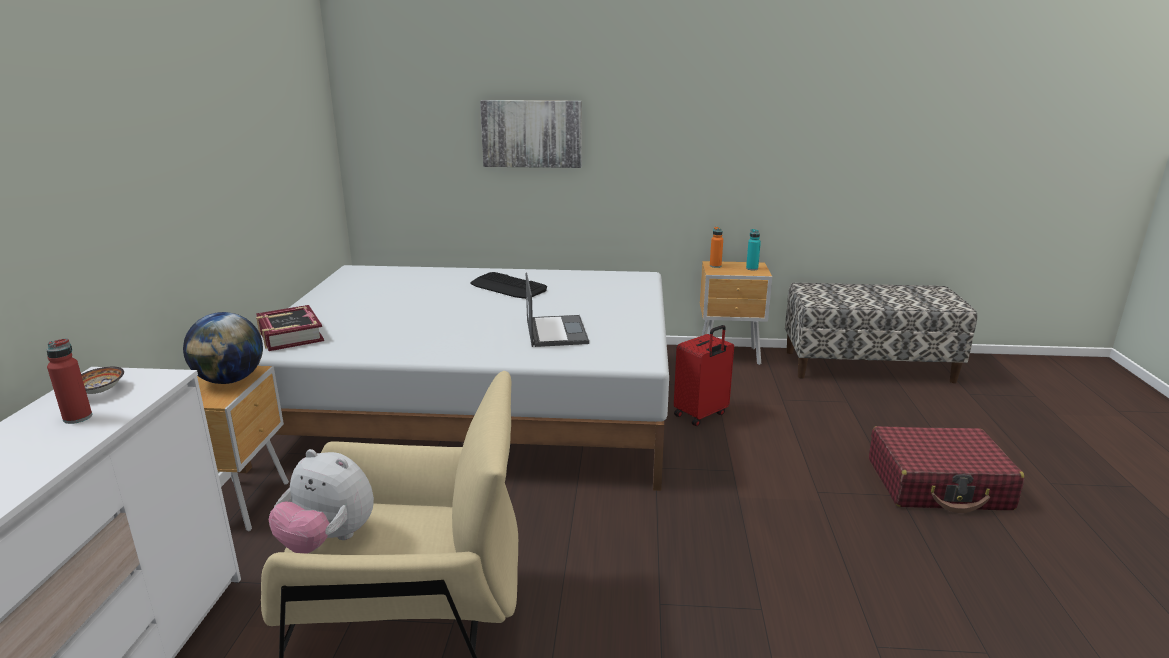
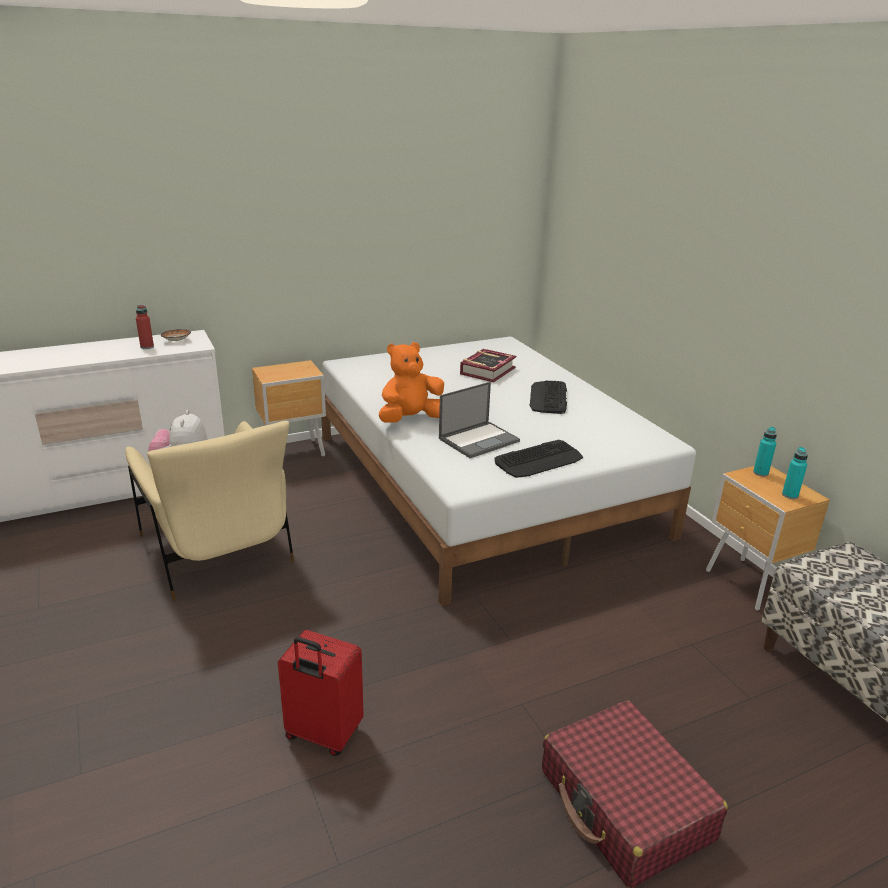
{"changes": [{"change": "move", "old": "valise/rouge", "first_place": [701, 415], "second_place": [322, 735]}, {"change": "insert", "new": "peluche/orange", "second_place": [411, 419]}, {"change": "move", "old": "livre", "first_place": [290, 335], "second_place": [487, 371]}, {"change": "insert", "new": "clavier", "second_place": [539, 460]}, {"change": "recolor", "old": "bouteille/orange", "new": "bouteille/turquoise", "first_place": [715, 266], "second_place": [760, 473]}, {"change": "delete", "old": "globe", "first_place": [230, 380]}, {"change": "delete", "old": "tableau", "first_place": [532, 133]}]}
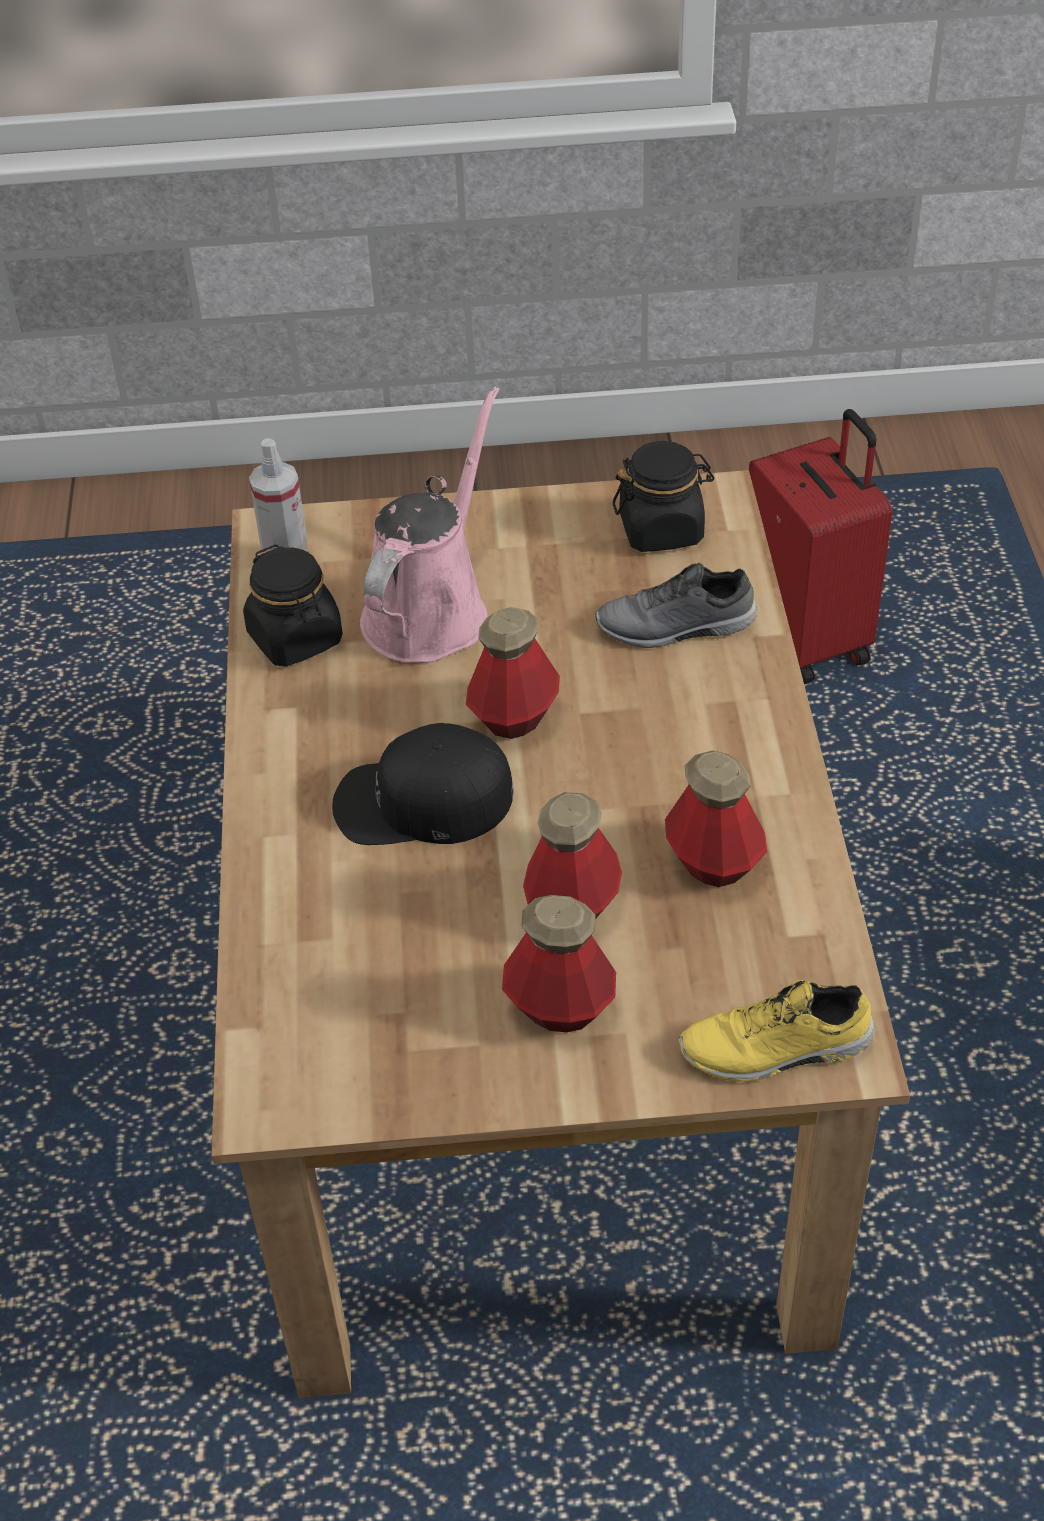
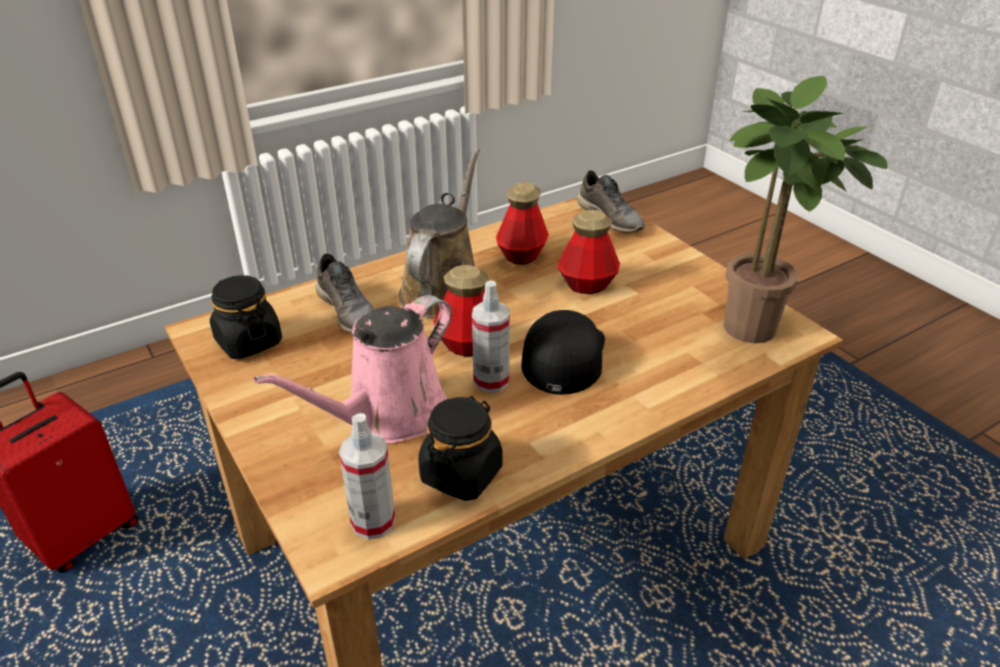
{"changes": [{"change": "rotate", "old": "arrosoir/rose", "first_place": [431, 610], "second_place": [388, 416], "degrees": -45}, {"change": "insert", "new": "arrosoir/marron", "second_place": [444, 289]}, {"change": "insert", "new": "vaporisateur", "second_place": [491, 380]}, {"change": "rotate", "old": "casquette/noir", "first_place": [422, 801], "second_place": [563, 356], "degrees": -135}, {"change": "recolor", "old": "chaussure/jaune", "new": "chaussure/gris", "first_place": [776, 1050], "second_place": [611, 218]}, {"change": "insert", "new": "plante en pot", "second_place": [755, 333]}, {"change": "delete", "old": "bouteille", "first_place": [560, 1007]}]}
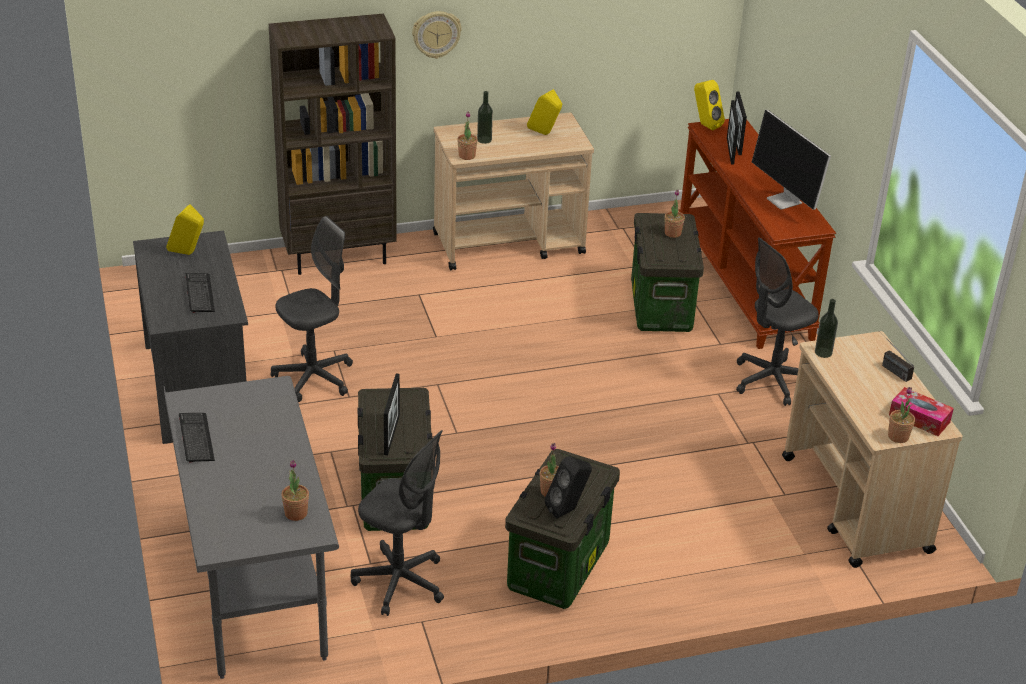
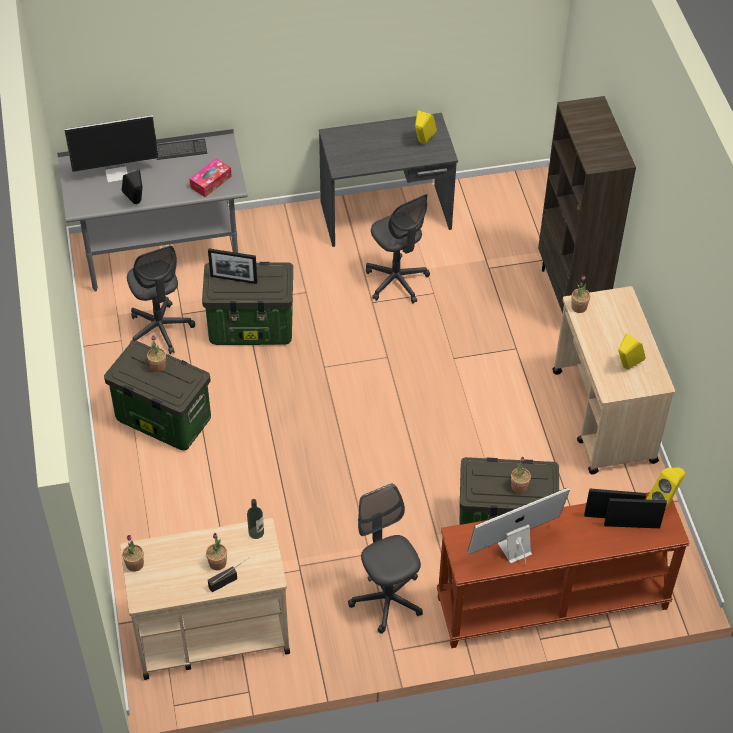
{"changes": [{"change": "insert", "new": "écran d'ordinateur", "second_place": [117, 173]}, {"change": "move", "old": "enceinte/noir", "first_place": [568, 510], "second_place": [136, 202]}, {"change": "rotate", "old": "chaise de bureau/gris", "first_place": [400, 582], "second_place": [160, 329], "degrees": -60}, {"change": "move", "old": "boîte à mouchoirs", "first_place": [919, 418], "second_place": [211, 182]}, {"change": "move", "old": "plante en pot", "first_place": [296, 513], "second_place": [217, 563]}, {"change": "delete", "old": "clavier", "first_place": [200, 294]}, {"change": "delete", "old": "horloge murale", "first_place": [436, 34]}, {"change": "delete", "old": "bouteille", "first_place": [484, 140]}]}
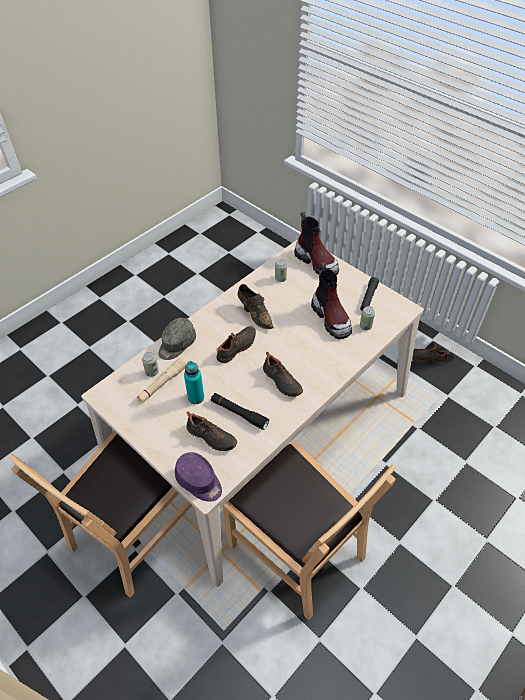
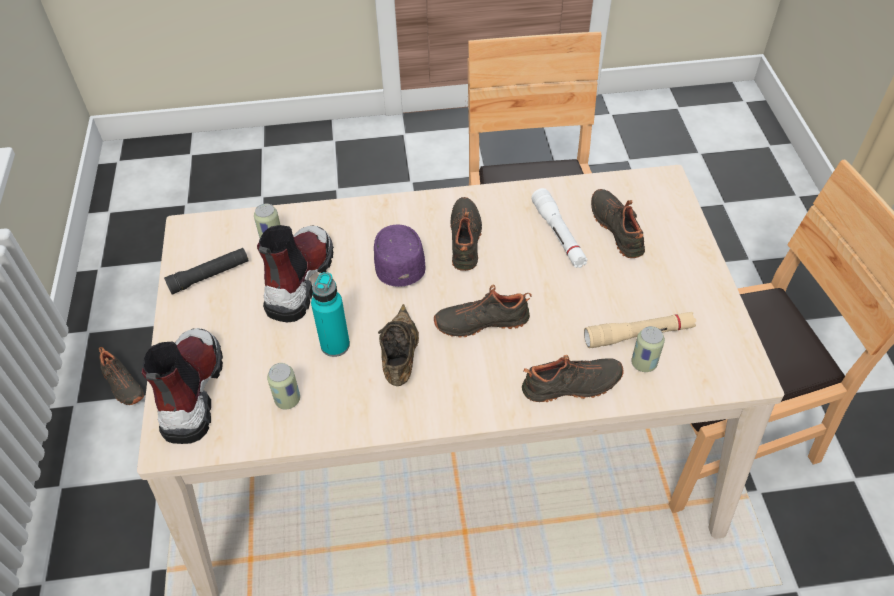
{"changes": [{"change": "move", "old": "bouteille/turquoise", "first_place": [196, 397], "second_place": [335, 345]}, {"change": "move", "old": "casquette/violet", "first_place": [199, 482], "second_place": [398, 261]}, {"change": "replace", "old": "casquette/gris", "new": "chaussure/noir", "first_place": [176, 345], "second_place": [572, 387]}, {"change": "recolor", "old": "lampe de poche/noir", "new": "lampe de poche/blanc", "first_place": [239, 413], "second_place": [558, 234]}]}
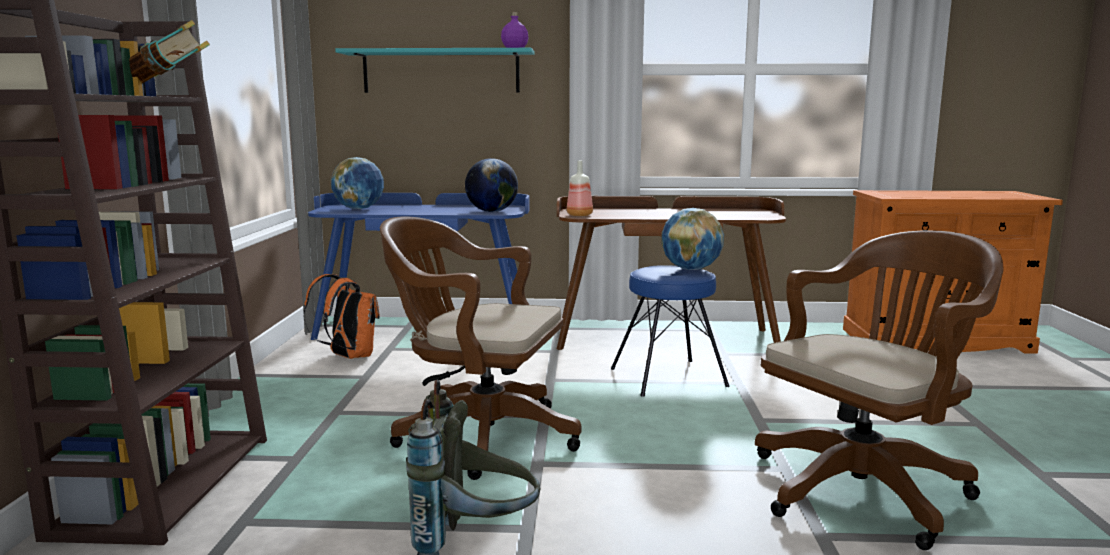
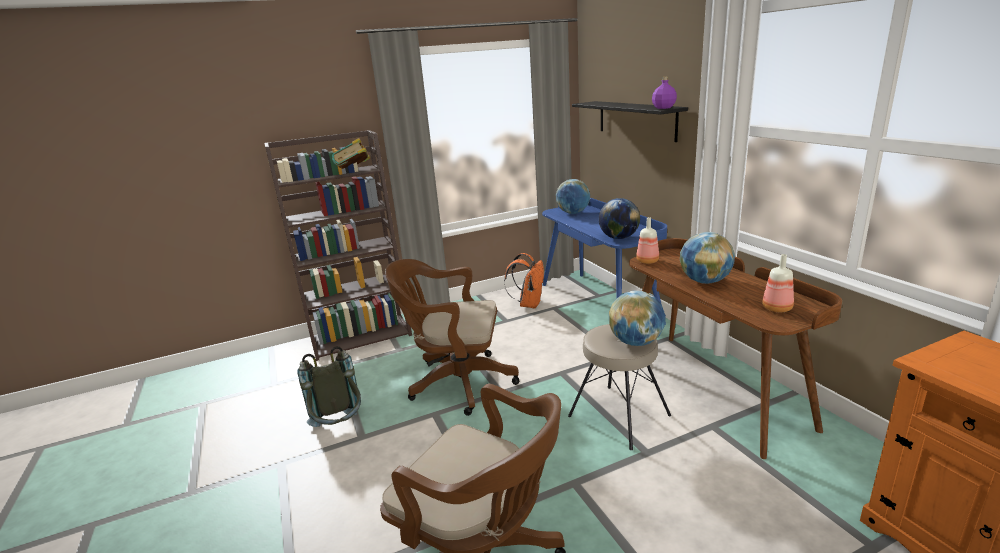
{"changes": [{"change": "rotate", "old": "chaise de bureau/marron", "first_place": [478, 435], "second_place": [456, 382], "degrees": -75}, {"change": "recolor", "old": "tabouret/bleu", "new": "tabouret/beige", "first_place": [668, 378], "second_place": [618, 416]}, {"change": "recolor", "old": "étagère/turquoise", "new": "étagère/noir", "first_place": [441, 71], "second_place": [636, 120]}, {"change": "insert", "new": "globe", "second_place": [704, 281]}, {"change": "insert", "new": "bouteille", "second_place": [777, 308]}]}
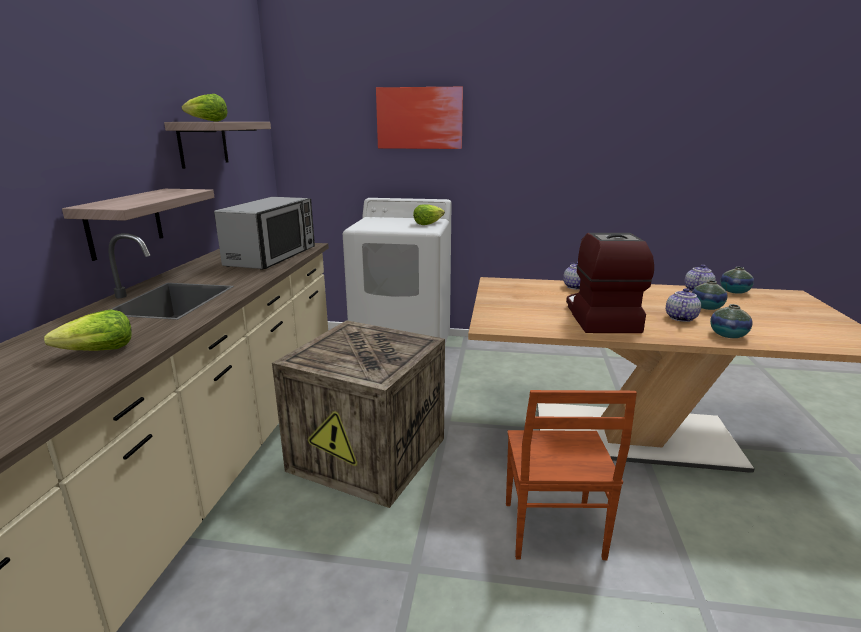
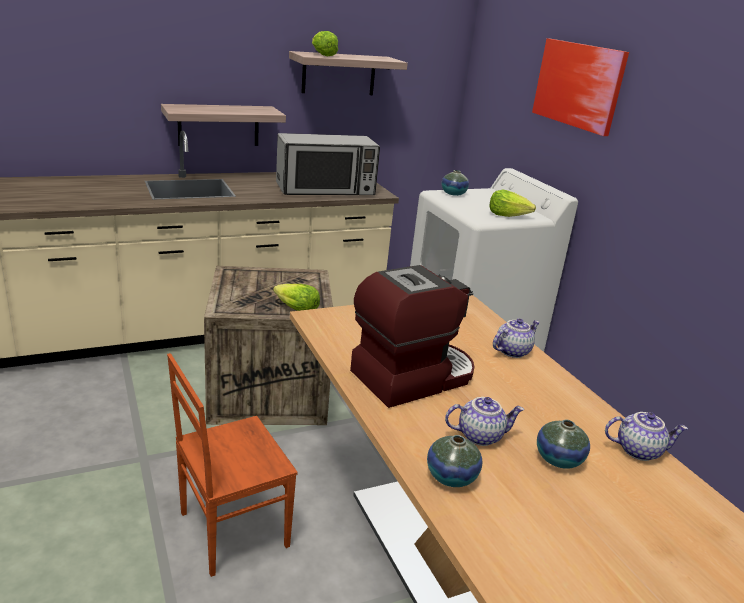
{"changes": [{"change": "move", "old": "laitue", "first_place": [98, 351], "second_place": [296, 309]}, {"change": "move", "old": "vase", "first_place": [734, 291], "second_place": [453, 194]}]}
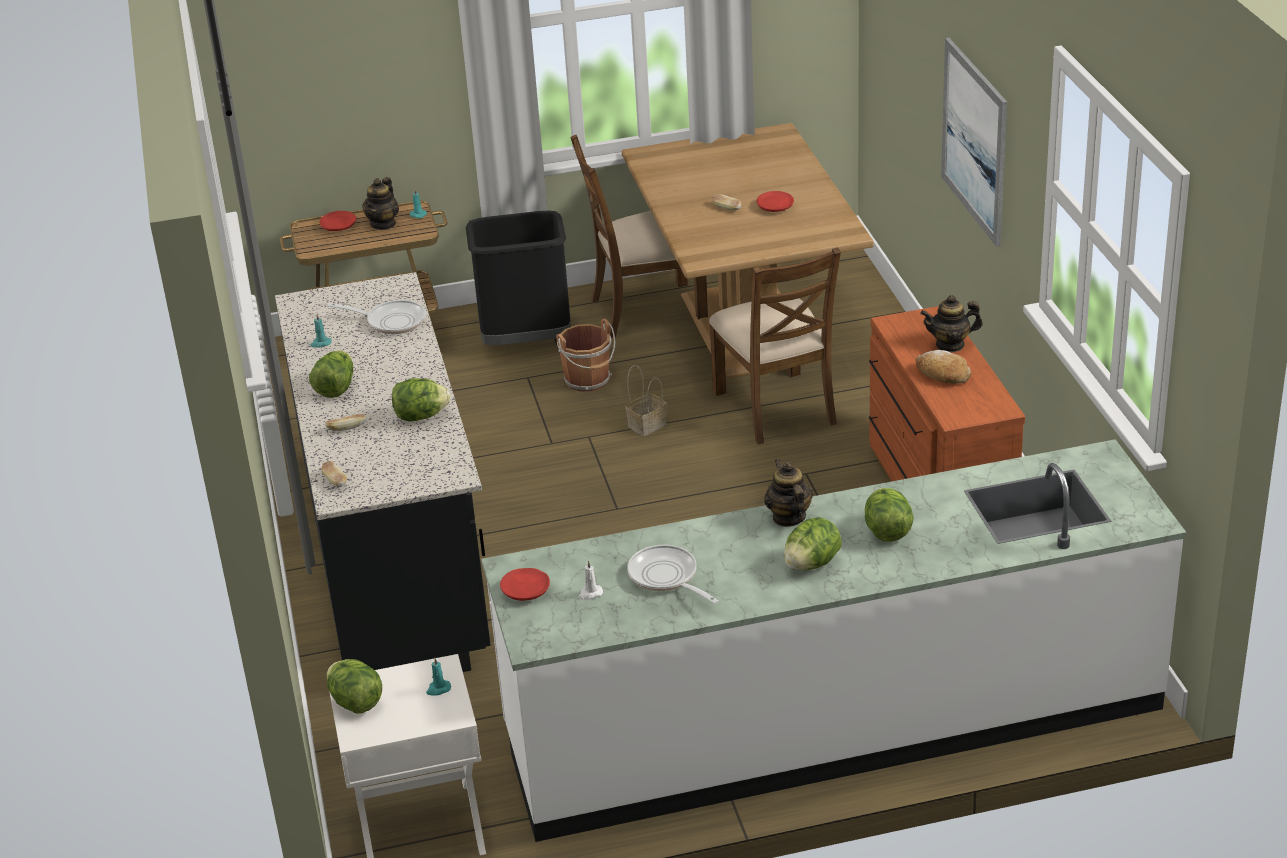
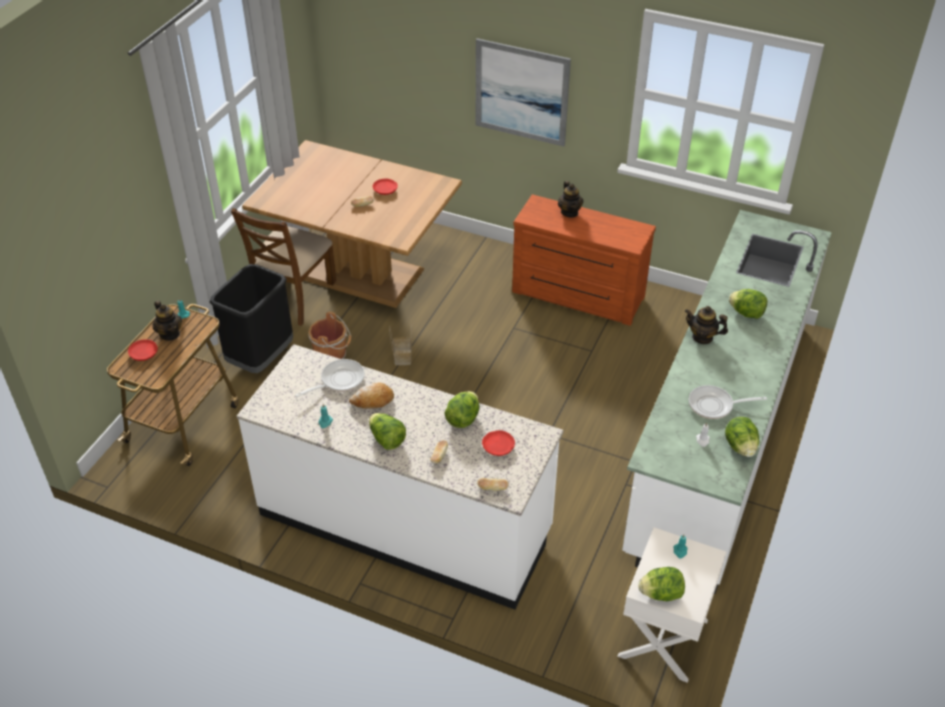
{"changes": [{"change": "recolor", "old": "comptoir de cuisine/noir", "new": "comptoir de cuisine/blanc", "first_place": [396, 556], "second_place": [405, 522]}, {"change": "move", "old": "pain", "first_place": [942, 374], "second_place": [372, 401]}, {"change": "move", "old": "assiette/rouge", "first_place": [526, 591], "second_place": [498, 447]}, {"change": "rotate", "old": "théière", "first_place": [950, 344], "second_place": [569, 212], "degrees": -45}, {"change": "move", "old": "laitue", "first_place": [811, 564], "second_place": [740, 447]}, {"change": "delete", "old": "chaise/marron", "first_place": [776, 407]}]}
